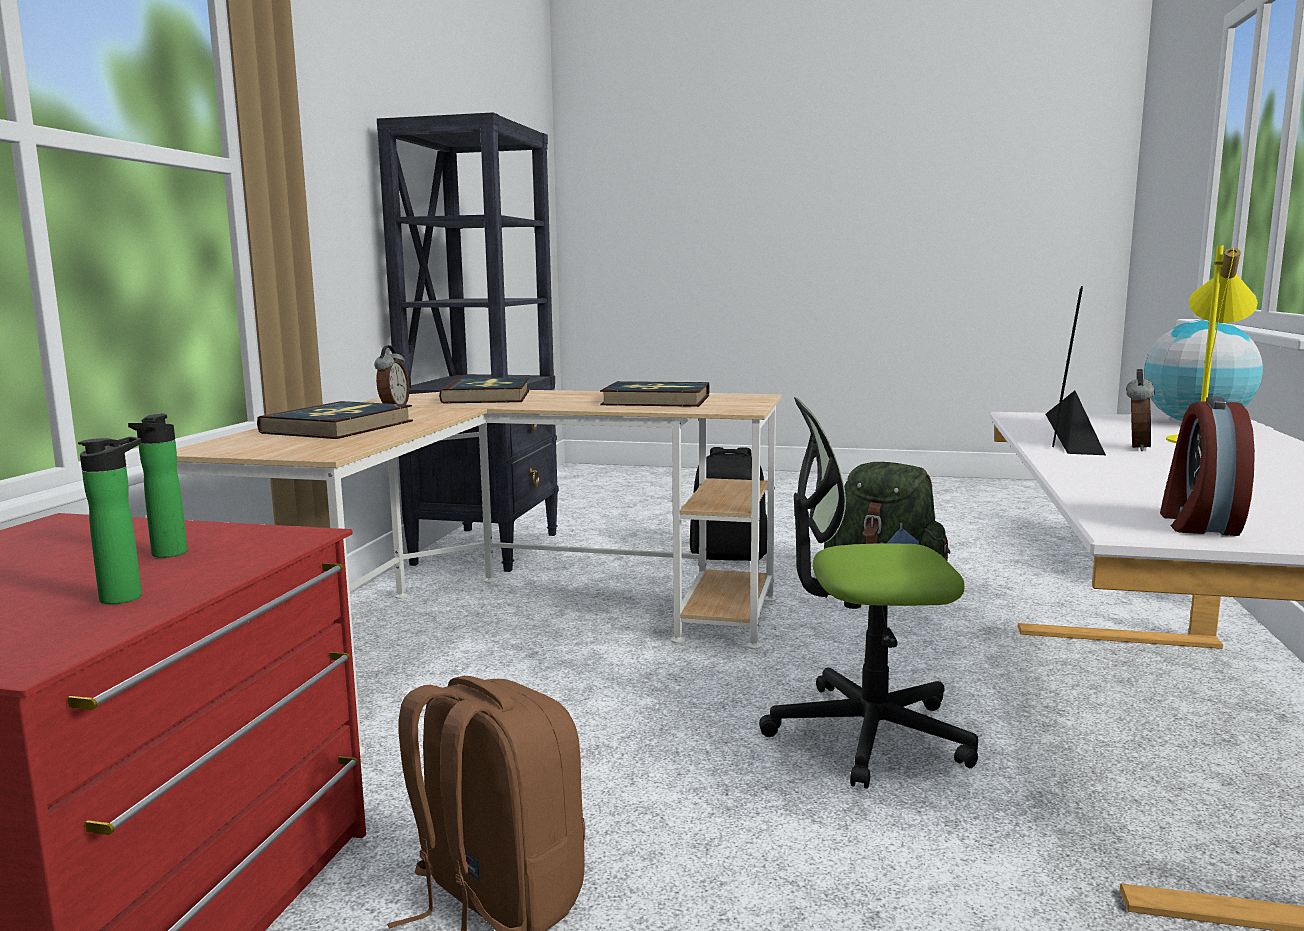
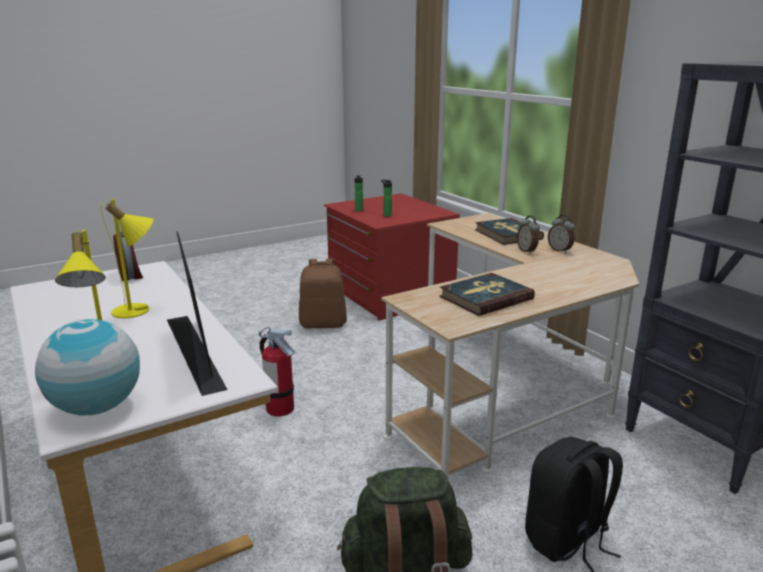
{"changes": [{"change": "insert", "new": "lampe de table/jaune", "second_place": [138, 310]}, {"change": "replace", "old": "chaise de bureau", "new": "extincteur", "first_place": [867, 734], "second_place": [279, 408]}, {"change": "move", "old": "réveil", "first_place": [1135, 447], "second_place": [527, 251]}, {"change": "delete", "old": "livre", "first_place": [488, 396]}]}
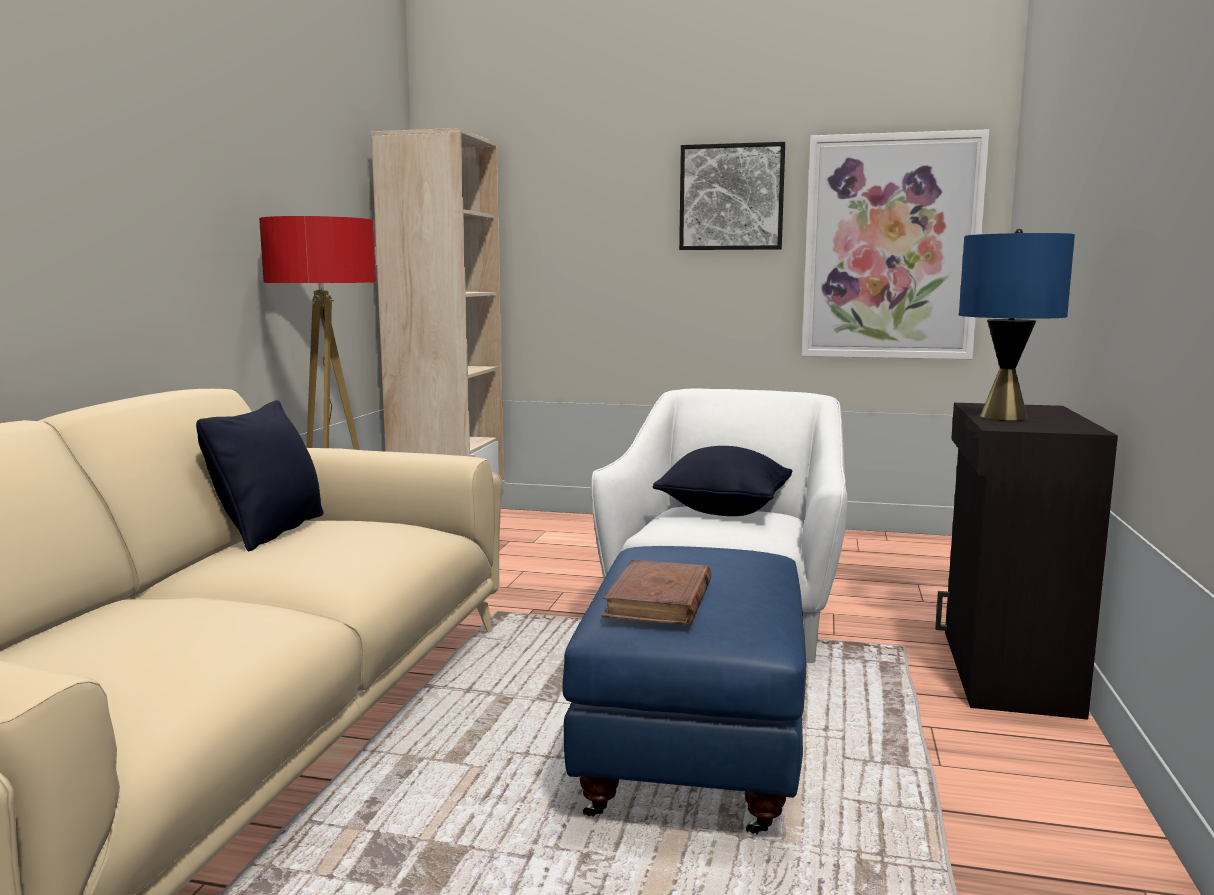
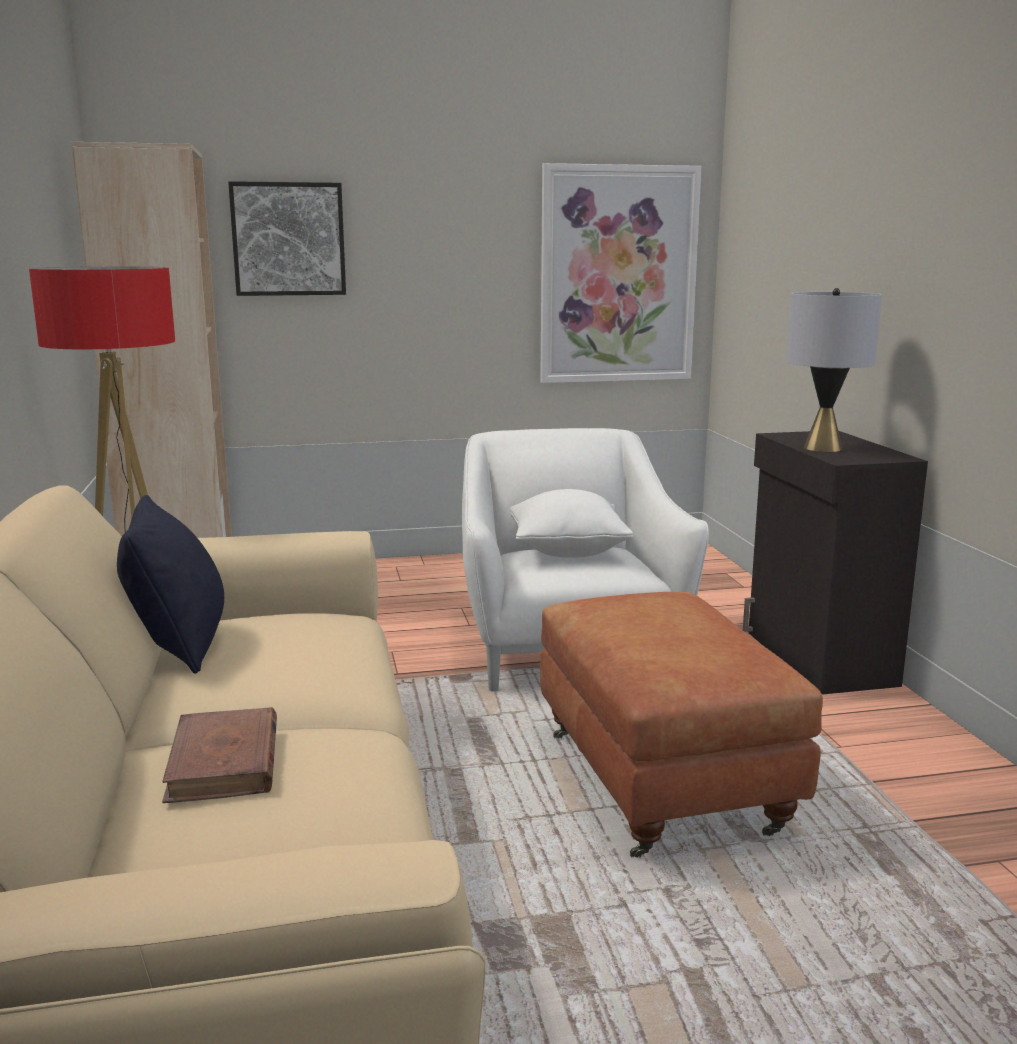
{"changes": [{"change": "move", "old": "livre/marron", "first_place": [659, 600], "second_place": [224, 762]}, {"change": "move", "old": "tableau", "first_place": [731, 197], "second_place": [288, 239]}, {"change": "recolor", "old": "coussin/noir", "new": "coussin/blanc", "first_place": [724, 511], "second_place": [567, 551]}, {"change": "recolor", "old": "pouf/bleu", "new": "pouf/marron", "first_place": [694, 755], "second_place": [663, 783]}, {"change": "recolor", "old": "lampe de table/bleu", "new": "lampe de table/gris", "first_place": [1002, 417], "second_place": [822, 448]}]}
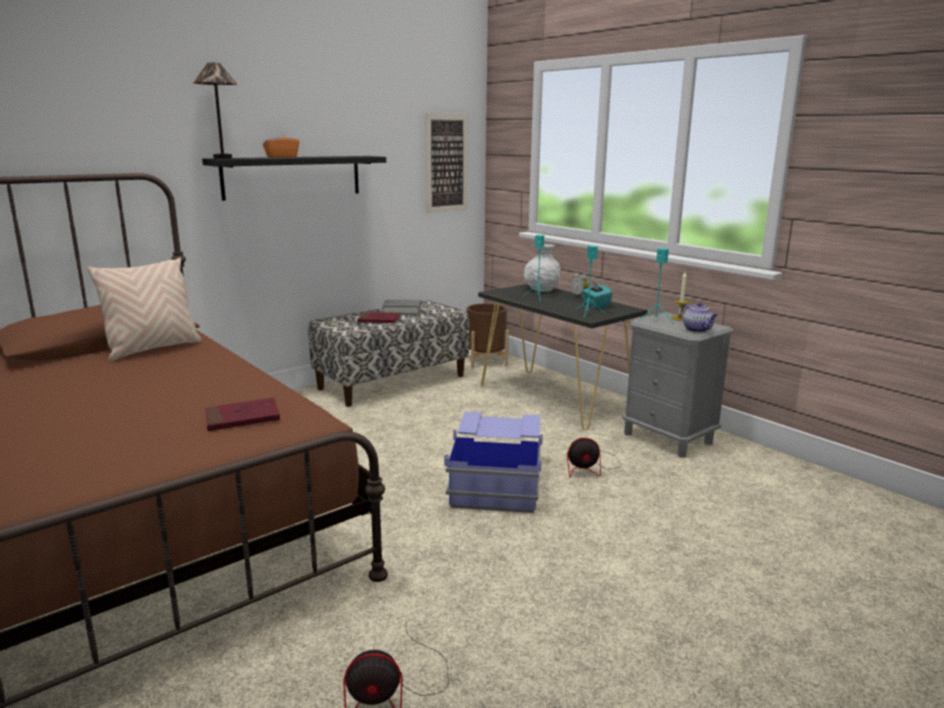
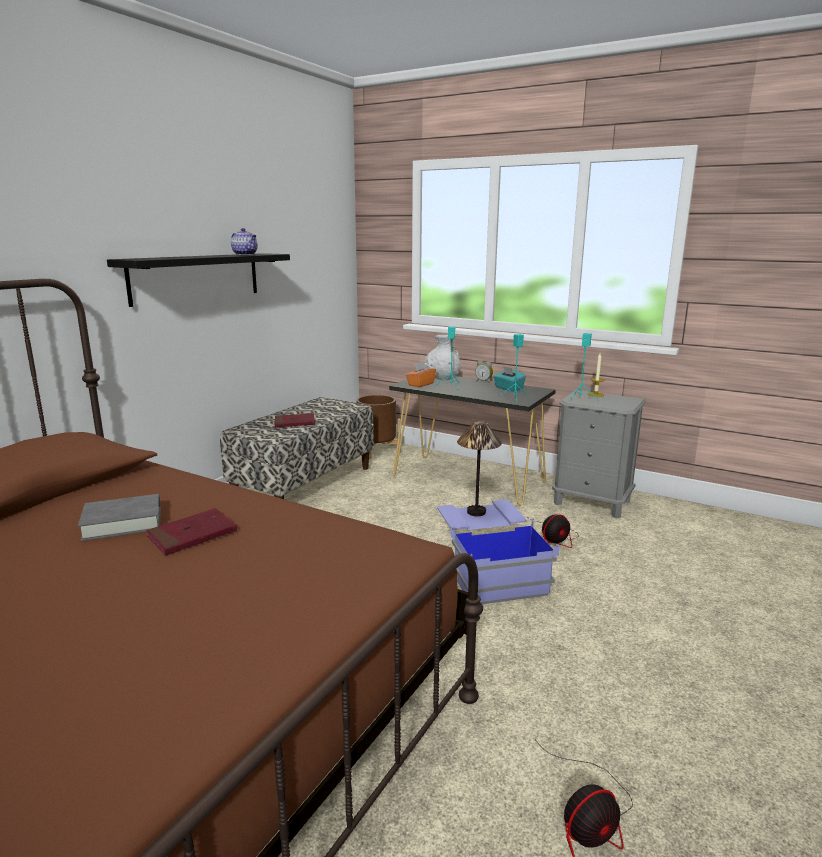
{"changes": [{"change": "move", "old": "livre/gris", "first_place": [402, 311], "second_place": [123, 523]}, {"change": "move", "old": "livre/rouge", "first_place": [242, 418], "second_place": [192, 535]}, {"change": "move", "old": "théière", "first_place": [697, 330], "second_place": [245, 254]}, {"change": "move", "old": "boîte à mouchoirs/orange", "first_place": [281, 157], "second_place": [420, 384]}, {"change": "move", "old": "lampe de table", "first_place": [222, 158], "second_place": [475, 512]}, {"change": "delete", "old": "coussin/beige", "first_place": [153, 349]}, {"change": "delete", "old": "tableau", "first_place": [446, 163]}]}
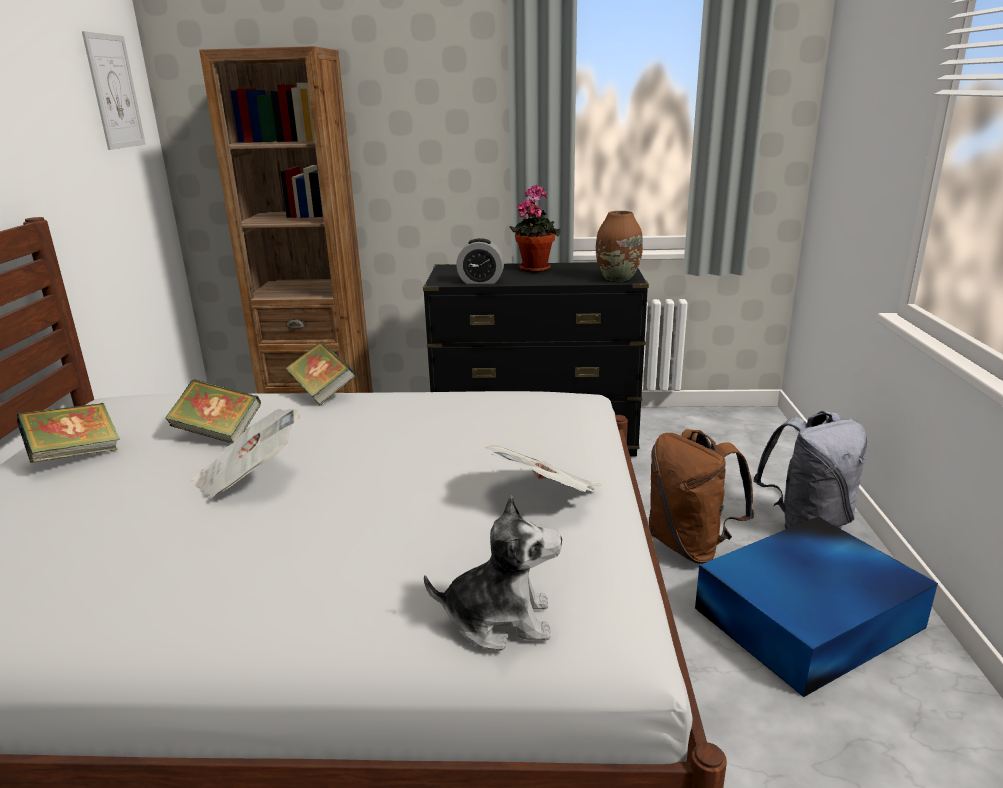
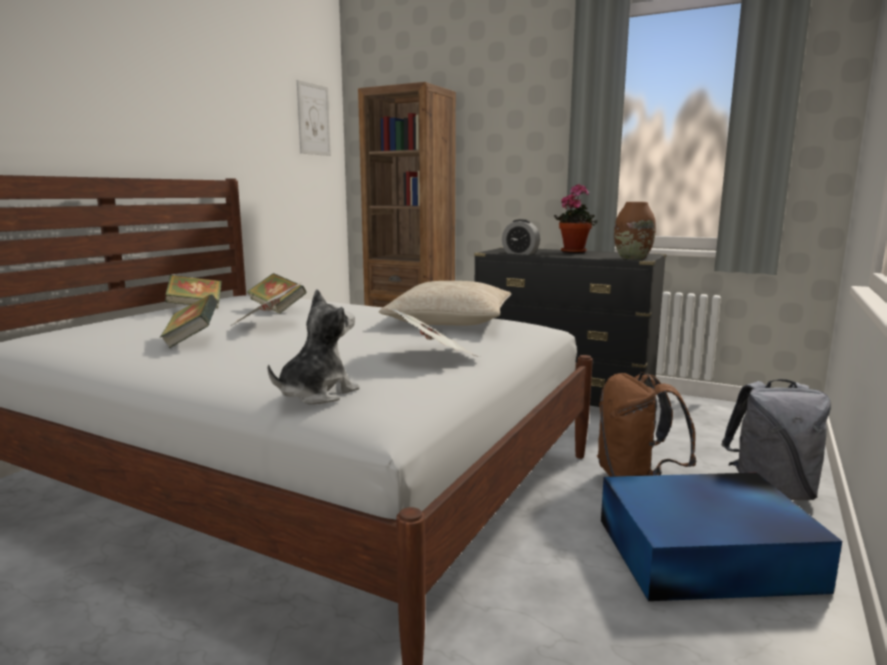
{"changes": [{"change": "move", "old": "livre", "first_place": [322, 392], "second_place": [192, 340]}, {"change": "rotate", "old": "peluche", "first_place": [499, 620], "second_place": [316, 394], "degrees": -75}, {"change": "insert", "new": "coussin/beige", "second_place": [449, 320]}]}
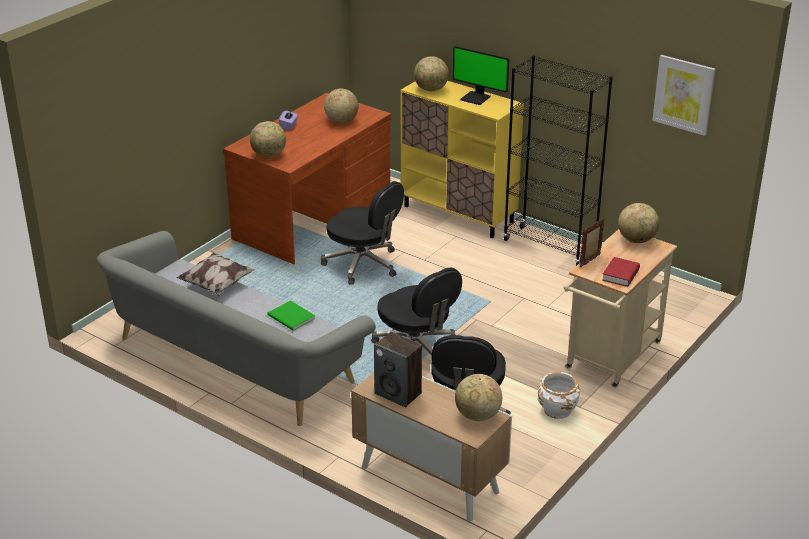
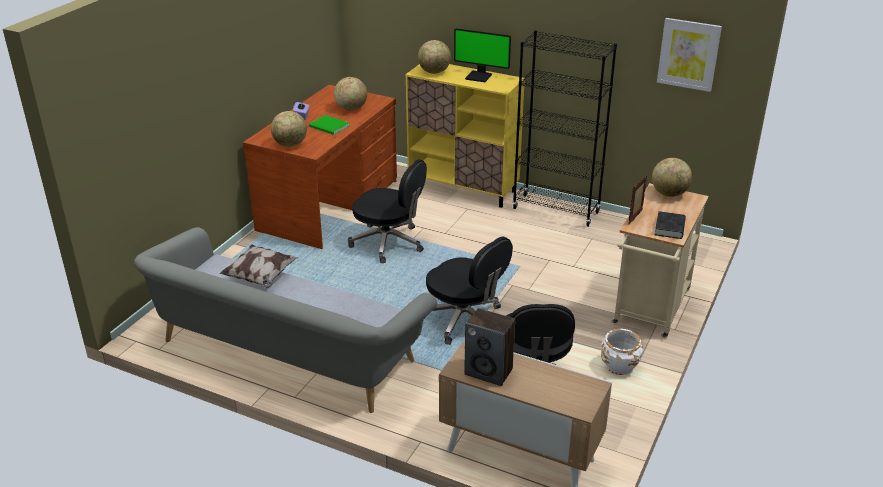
{"changes": [{"change": "move", "old": "livre/vert", "first_place": [291, 318], "second_place": [329, 126]}, {"change": "recolor", "old": "livre/rouge", "new": "livre/noir", "first_place": [620, 275], "second_place": [669, 228]}, {"change": "delete", "old": "globe", "first_place": [477, 416]}]}
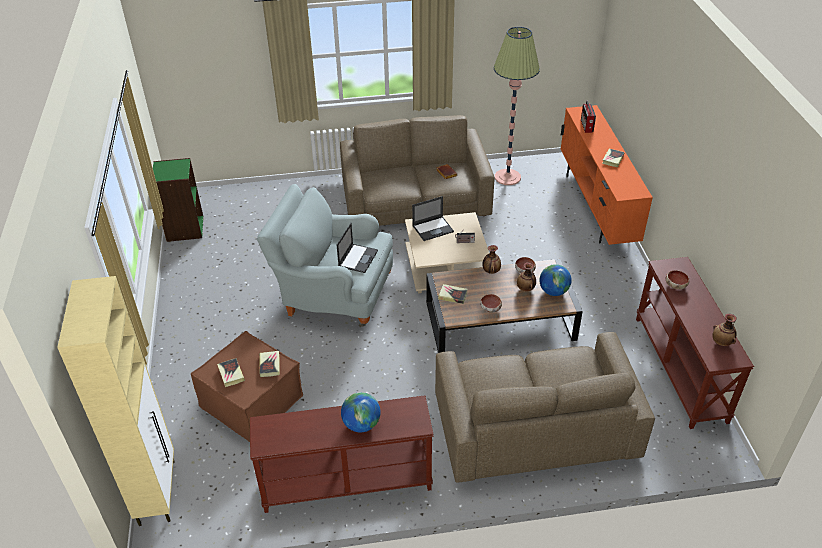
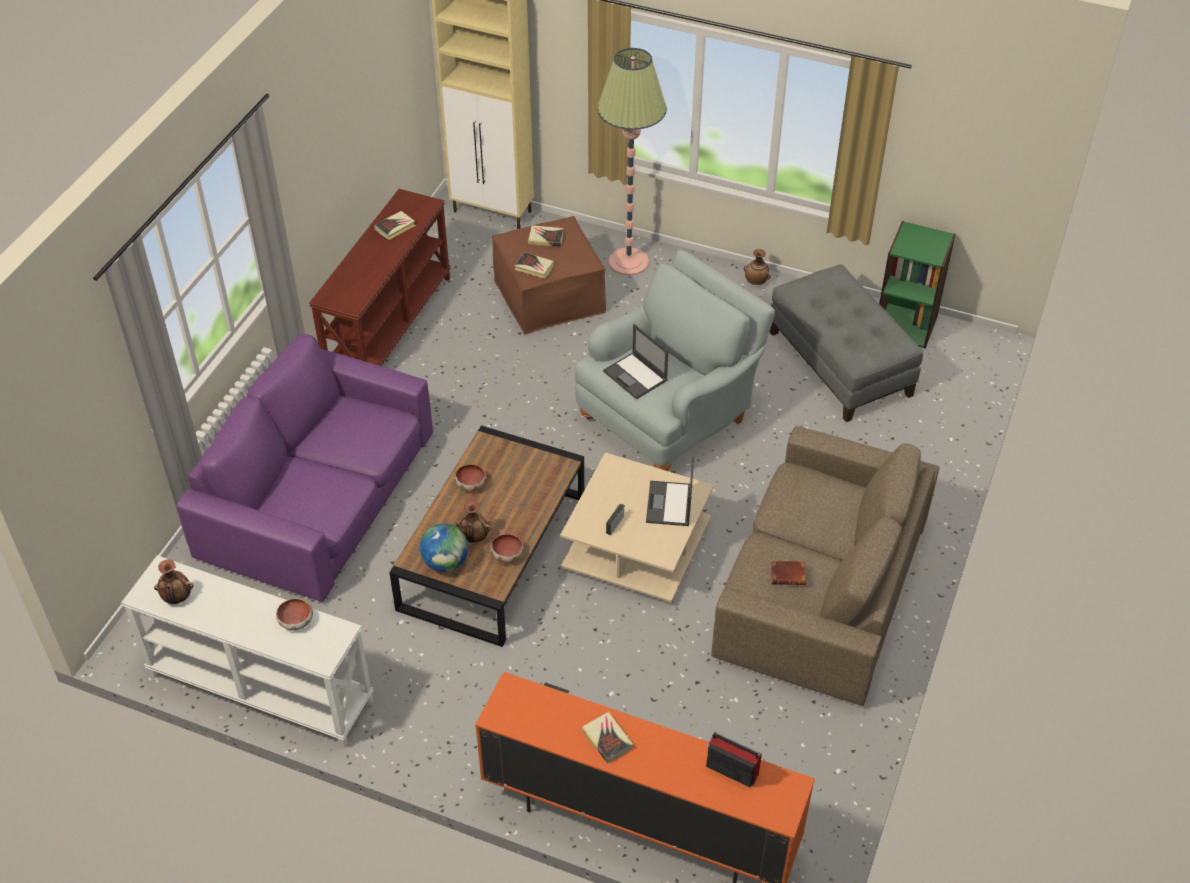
{"changes": [{"change": "recolor", "old": "table console/marron", "new": "table console/blanc", "first_place": [681, 368], "second_place": [259, 689]}, {"change": "recolor", "old": "canapé/marron", "new": "canapé/violet", "first_place": [534, 424], "second_place": [319, 496]}, {"change": "move", "old": "livre", "first_place": [452, 295], "second_place": [395, 227]}, {"change": "move", "old": "lampadaire", "first_place": [507, 177], "second_place": [628, 262]}, {"change": "move", "old": "vase", "first_place": [491, 271], "second_place": [756, 282]}, {"change": "insert", "new": "pouf/gris", "second_place": [841, 363]}, {"change": "delete", "old": "globe", "first_place": [361, 424]}]}
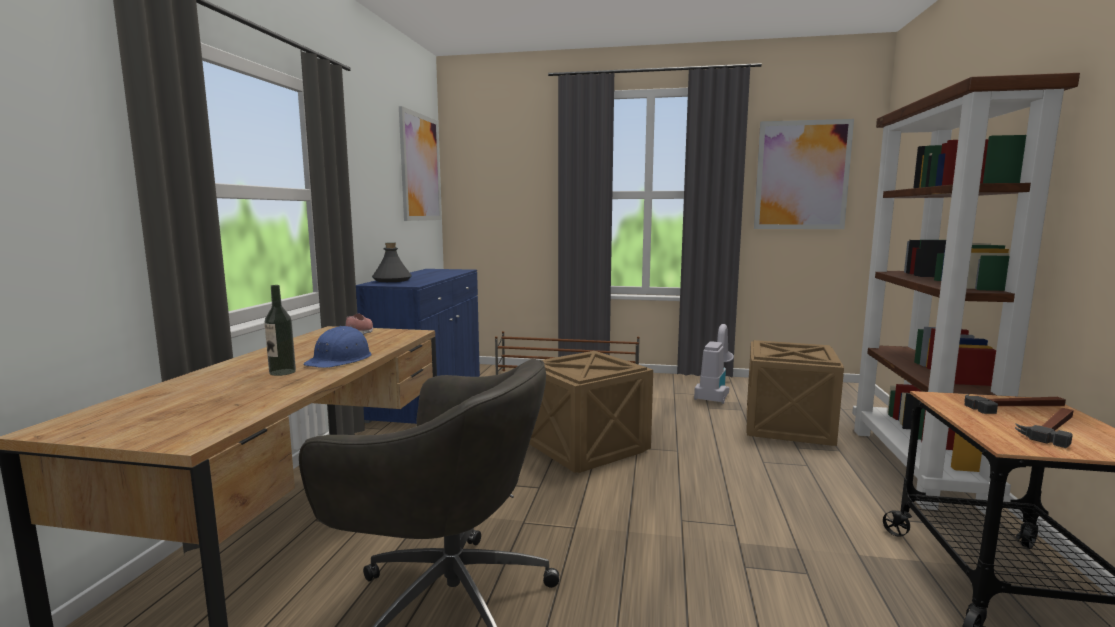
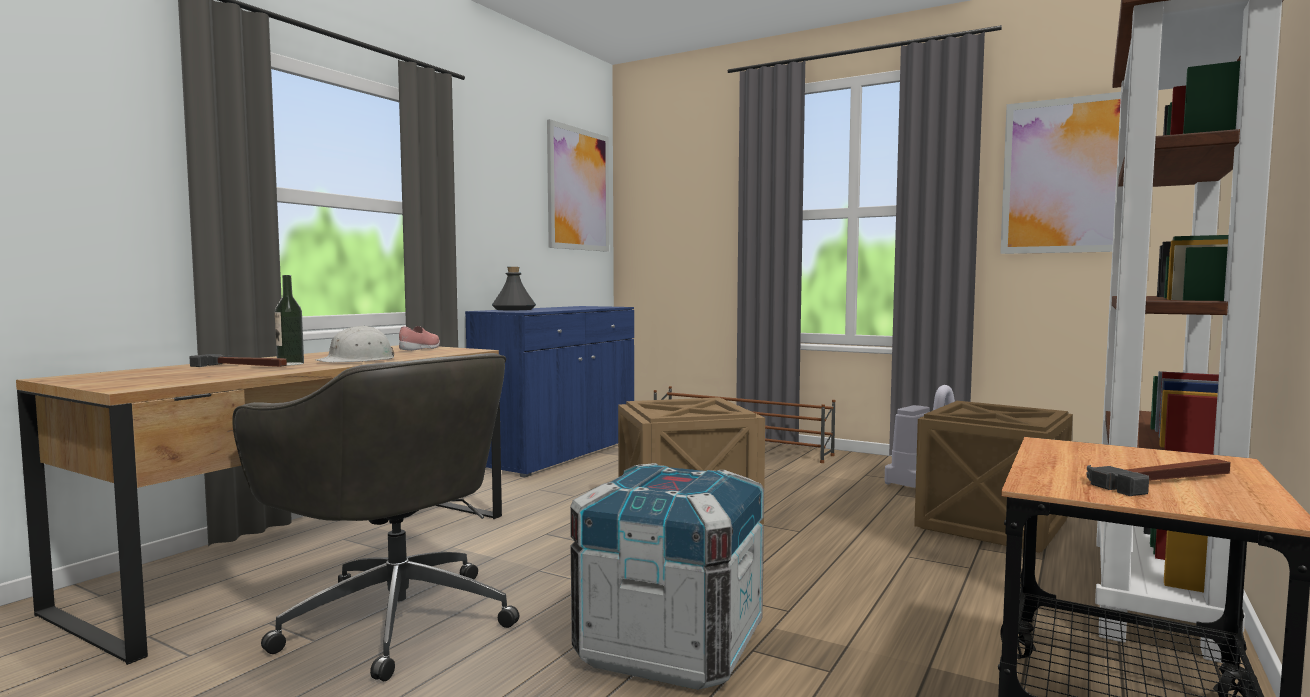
{"changes": [{"change": "move", "old": "marteau", "first_place": [1014, 406], "second_place": [244, 366]}, {"change": "recolor", "old": "casque de chantier/bleu", "new": "casque de chantier/blanc", "first_place": [340, 359], "second_place": [358, 360]}, {"change": "insert", "new": "caisse", "second_place": [670, 646]}]}
